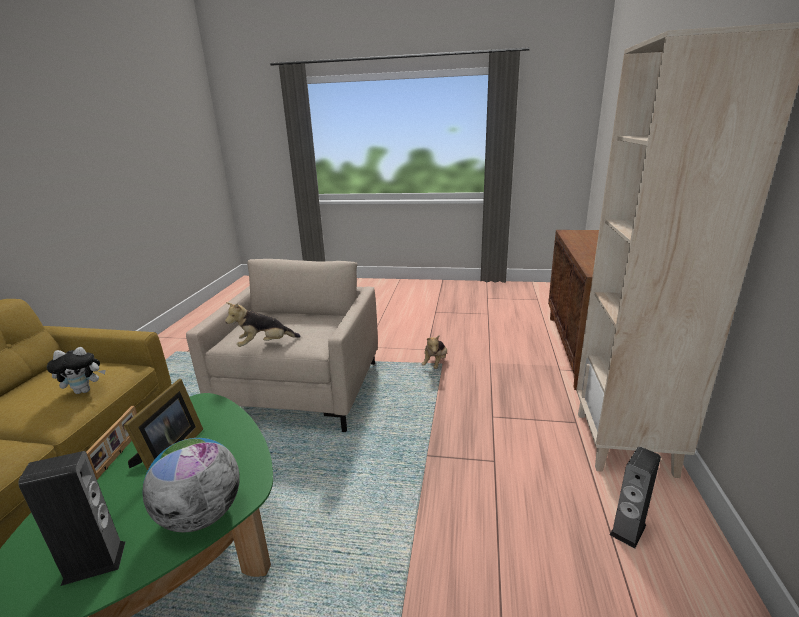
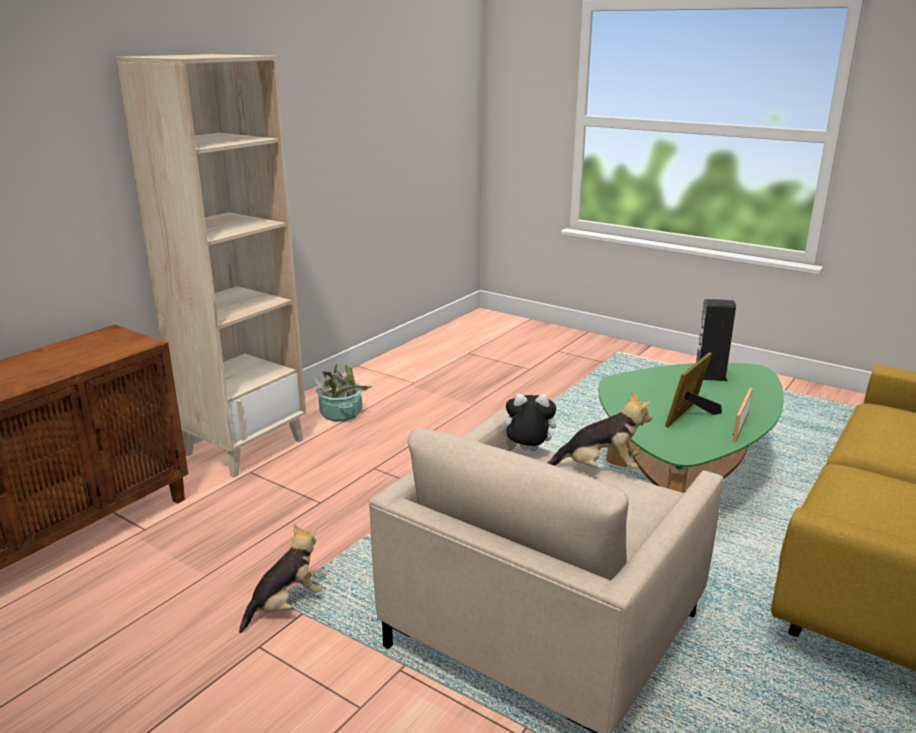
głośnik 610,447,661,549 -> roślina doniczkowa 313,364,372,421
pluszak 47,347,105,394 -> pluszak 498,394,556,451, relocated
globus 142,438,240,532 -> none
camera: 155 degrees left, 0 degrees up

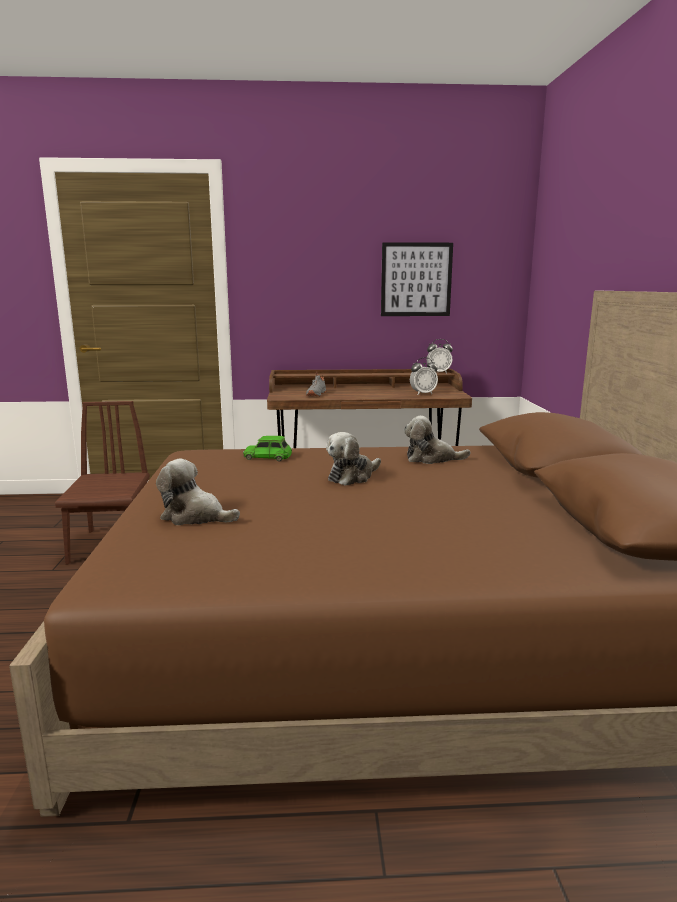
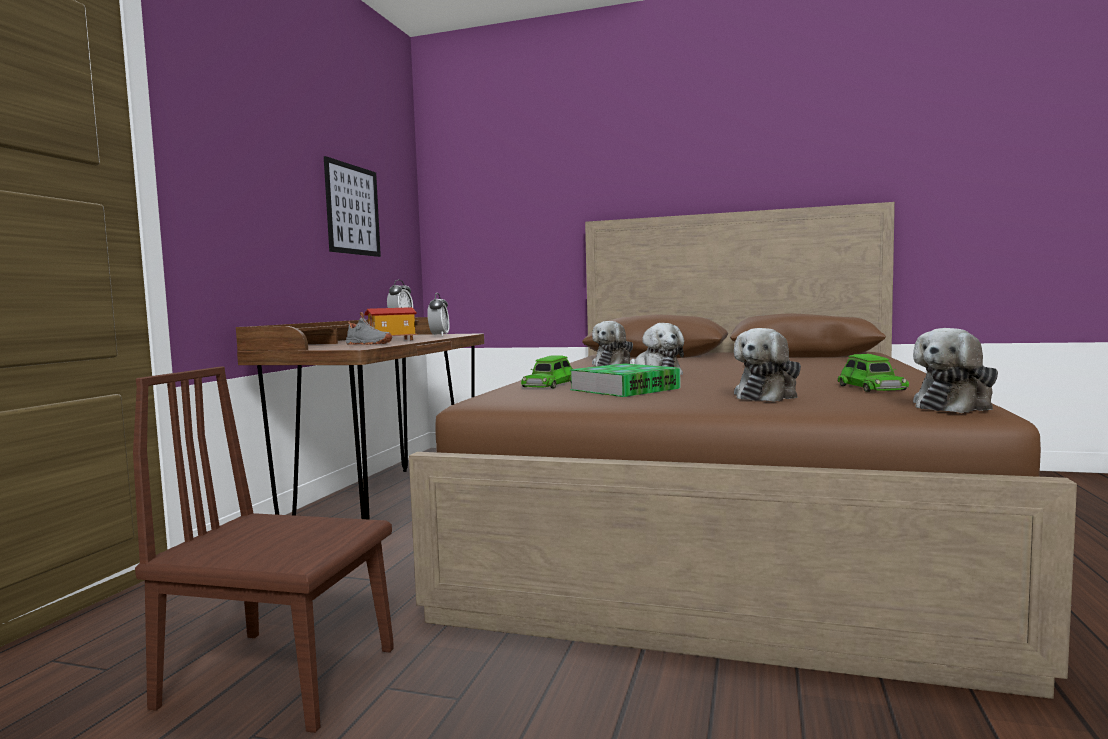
none -> domek 364,307,418,340
none -> książka 569,363,680,397
none -> samochodzik [zielony] 838,354,909,392
none -> pluszak 913,328,998,413
camera: 70 degrees left, 10 degrees down

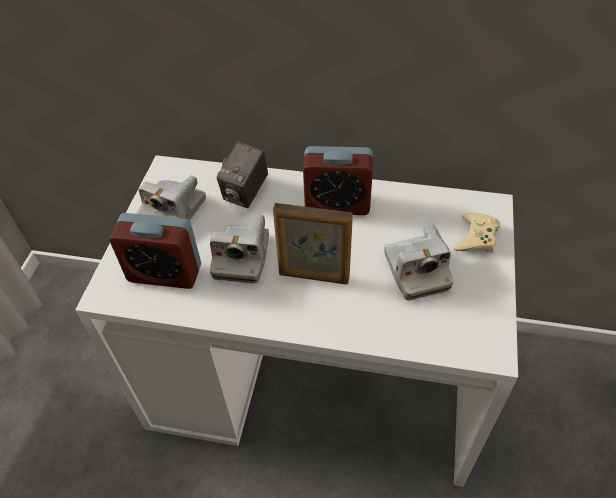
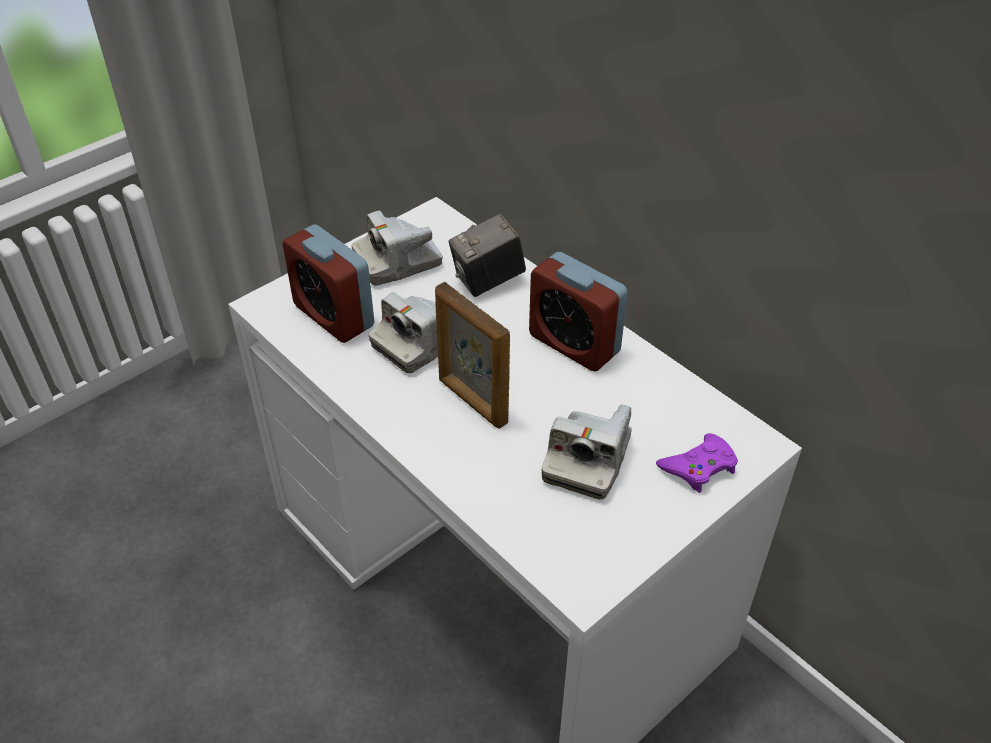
pad do gier [beżowy] 454,213,500,253 -> pad do gier [fioletowy] 656,433,738,493
camera: 35 degrees right, 5 degrees down

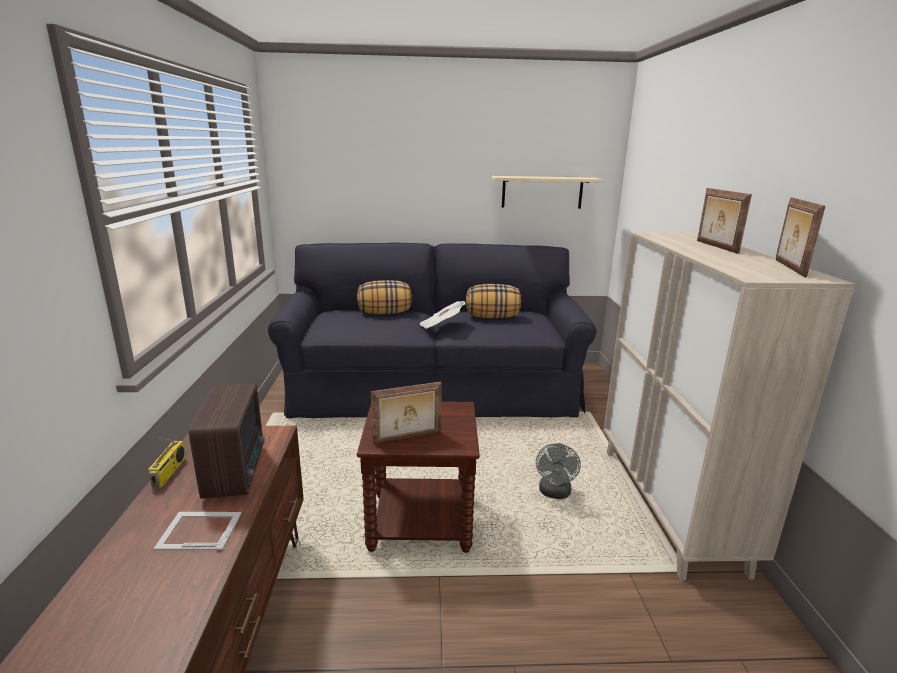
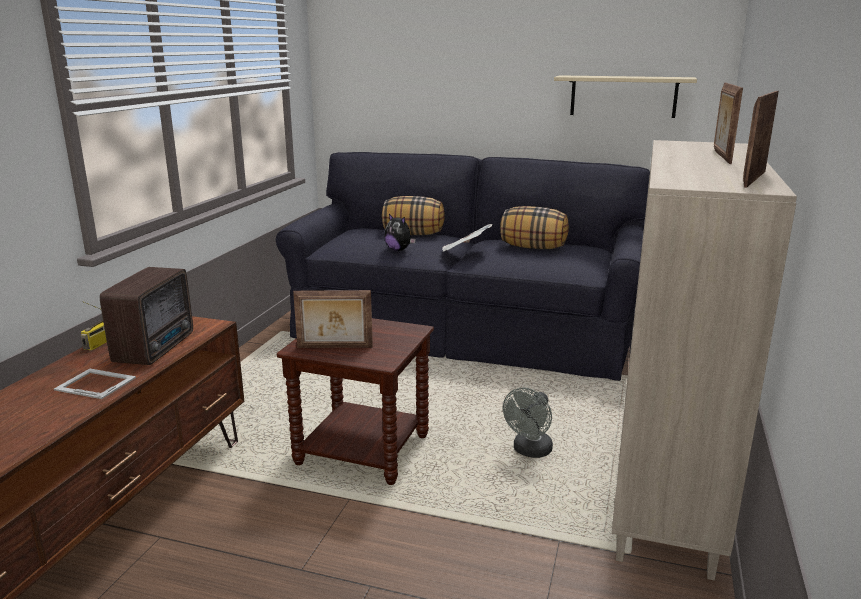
none -> pluszak 384,214,416,251
camera: 20 degrees right, 0 degrees up

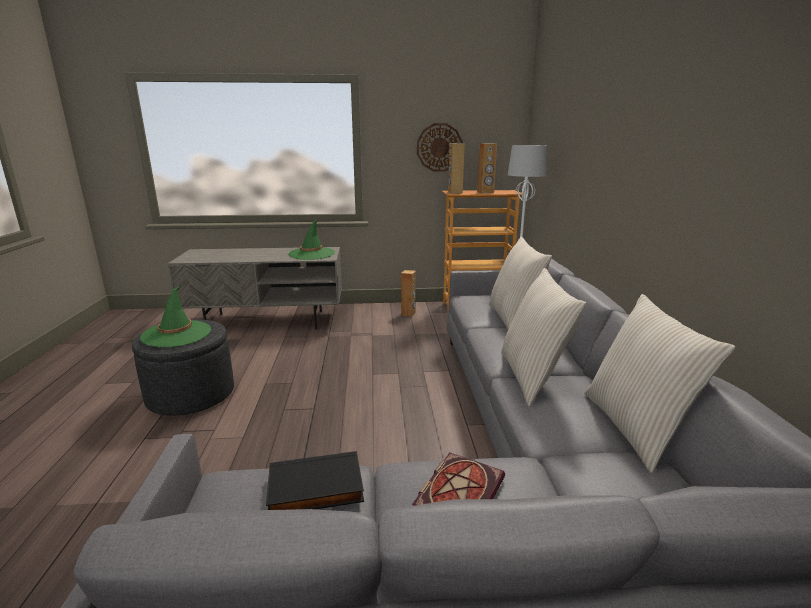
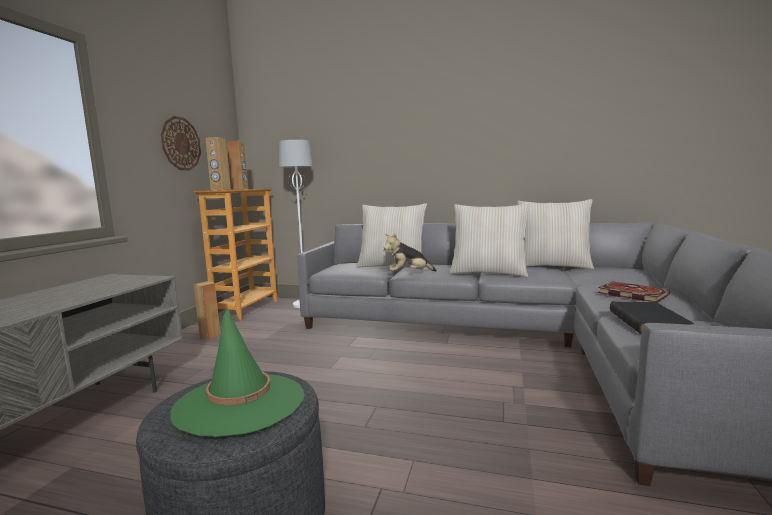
none -> pluszak 384,233,437,271
kapelusz [zielony] 289,220,335,260 -> none
camera: 70 degrees left, 10 degrees down

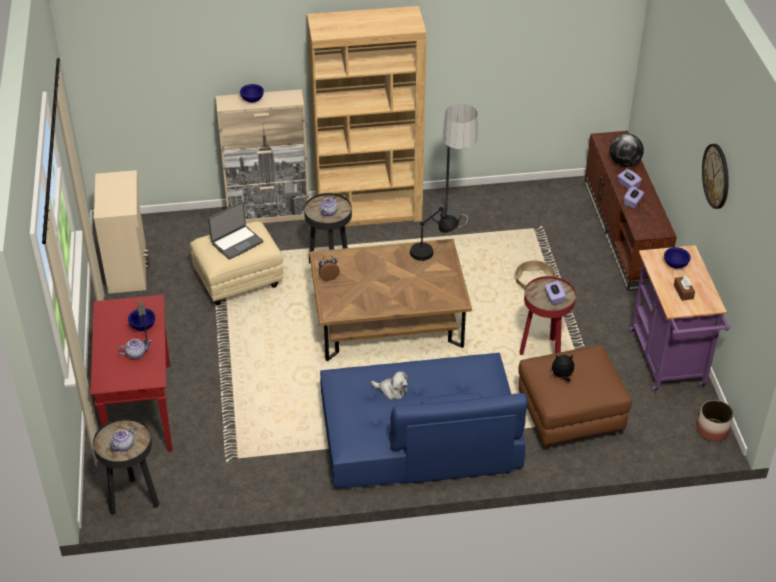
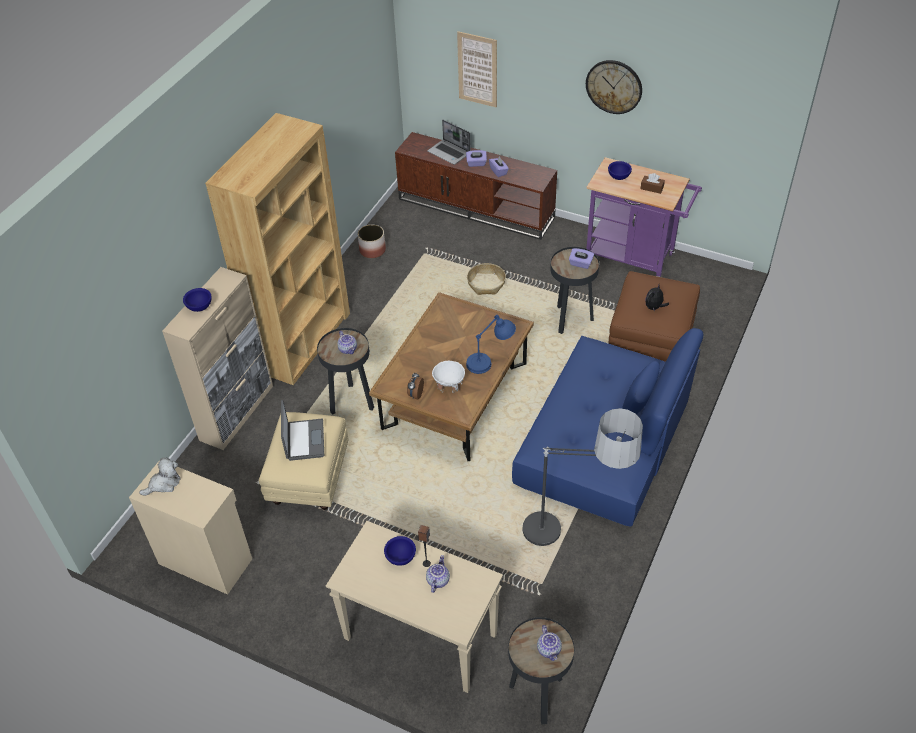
pluszak 371,371,408,400 -> pluszak 139,457,181,496, relocated
stolik konsolowy [czerwony] 90,295,172,452 -> stolik konsolowy [beżowy] 326,521,503,693
donica 697,400,734,442 -> donica 358,225,386,258, relocated
globus 610,134,644,167 -> laptop 427,120,471,165
none -> miska [biały] 432,361,465,393
none -> obraz 457,31,497,107
none -> lampa stołowa [niebieski] 466,315,516,374
lampa stojąca 431,104,478,227 -> lampa stojąca 522,408,643,546, relocated
stolik [czerwony] 520,276,576,355 -> stolik [czarny] 550,247,599,334
lampa stołowa [czarny] 410,207,459,261 -> none
camera: 55 degrees left, 5 degrees up

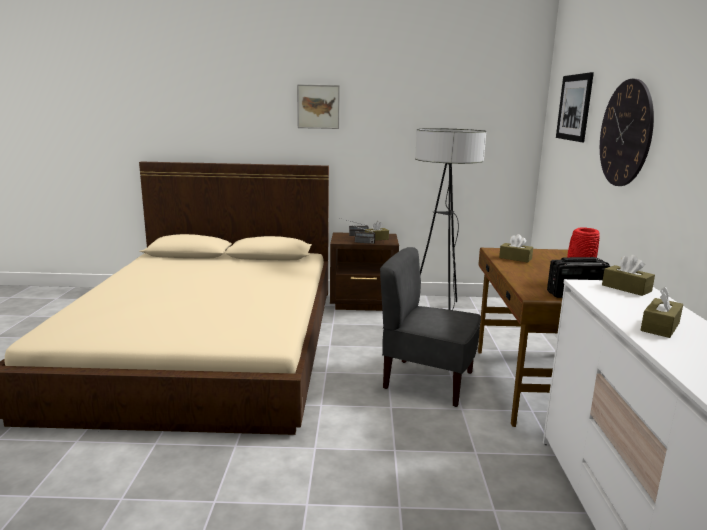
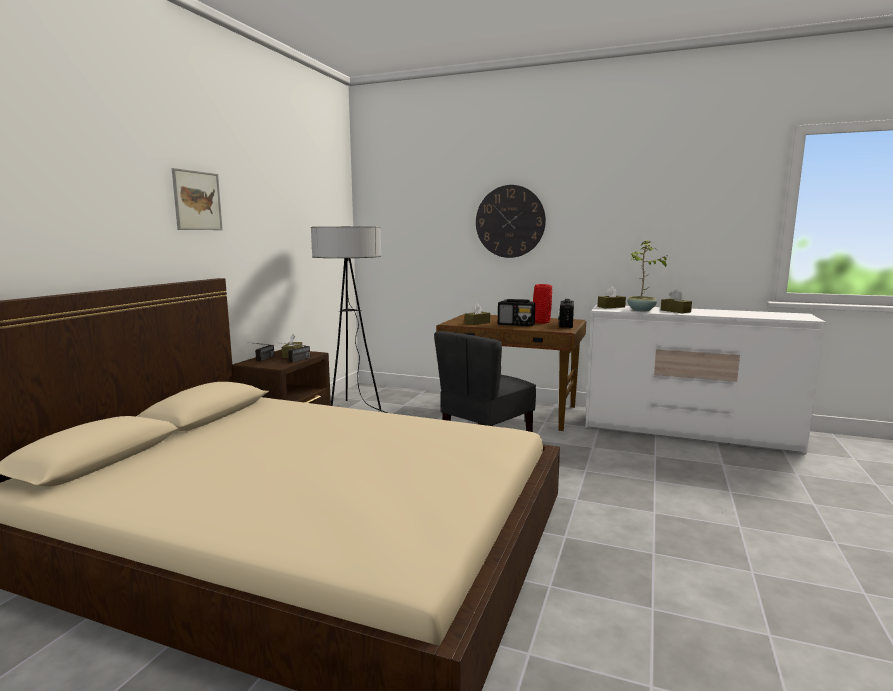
none -> radio 498,299,535,326
none -> roślina doniczkowa 627,240,671,311
obraz 556,72,594,142 -> none
camera: 70 degrees left, 5 degrees down

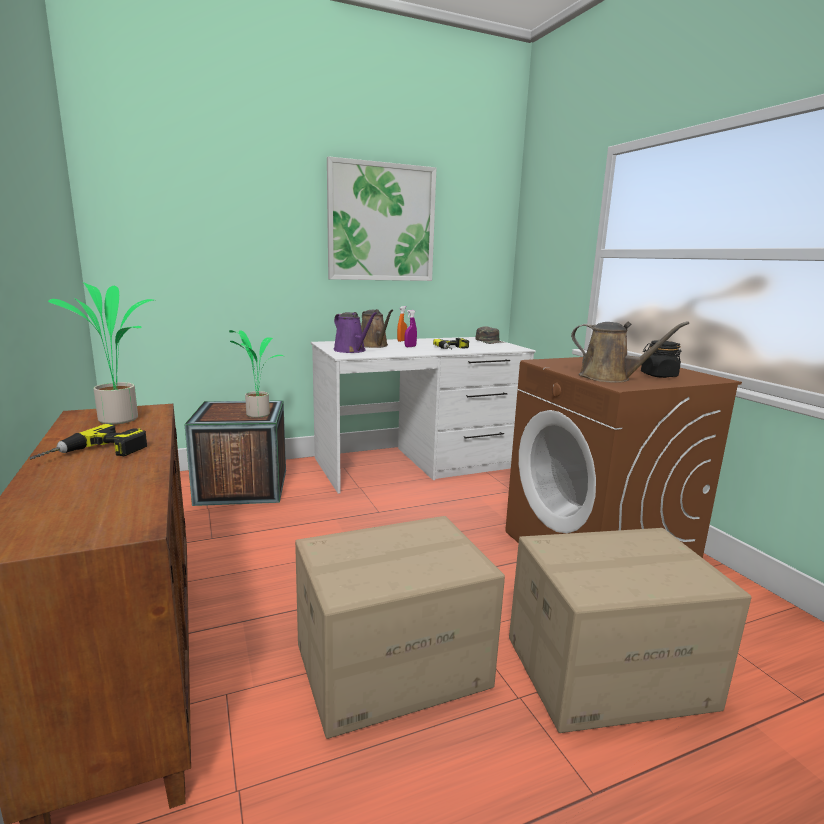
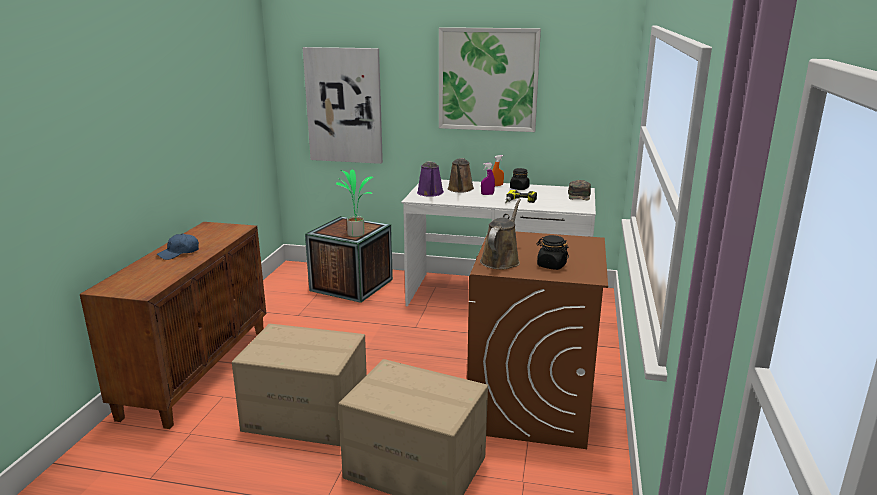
wiertarka 29,424,147,460 -> czapka z daszkiem [niebieski] 157,234,199,260
none -> obraz 303,47,383,164
konewka [brązowy] 571,321,689,383 -> konewka [brązowy] 480,199,521,269, 135 degrees counterclockwise
none -> słoik [czarny] 510,168,530,190
roślina doniczkowa 48,282,157,424 -> none
camera: 35 degrees right, 5 degrees up

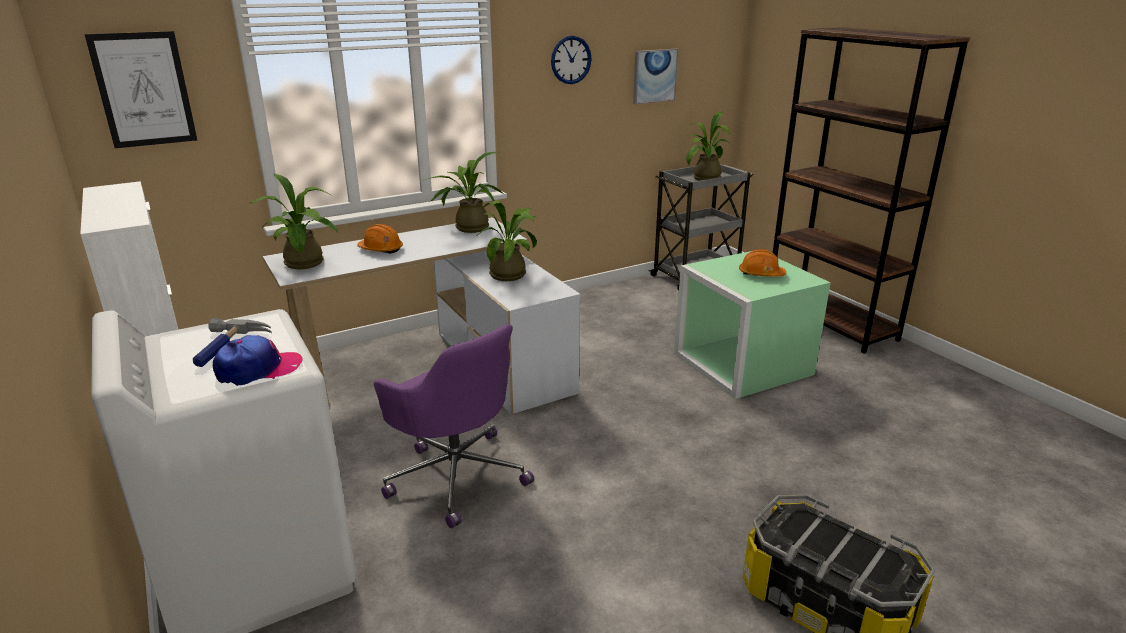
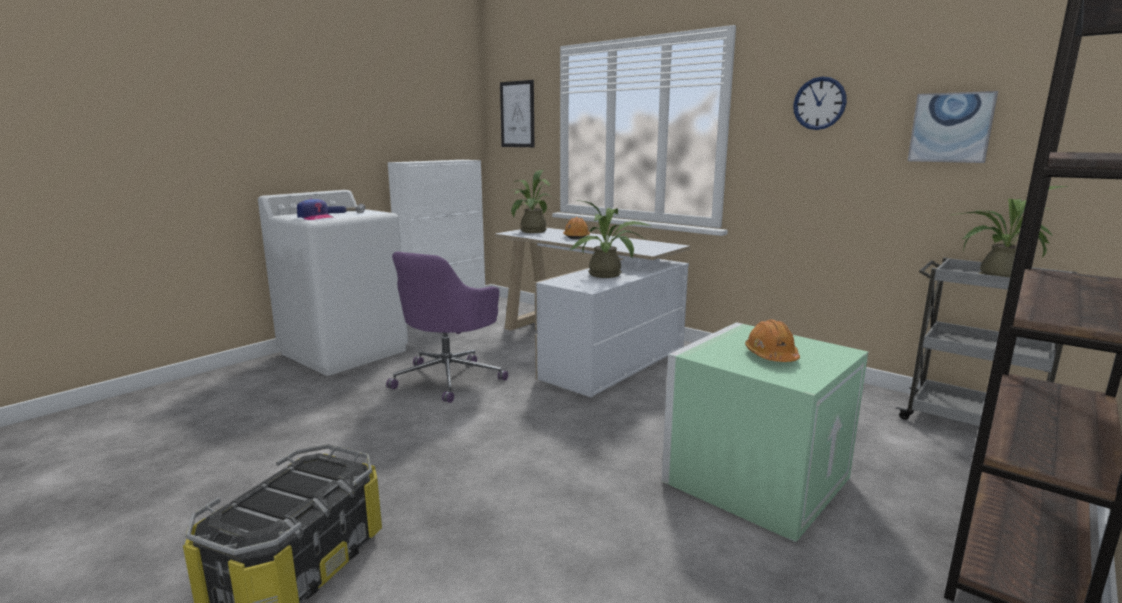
roślina doniczkowa 425,152,504,233 -> none
camera: 70 degrees right, 10 degrees down

